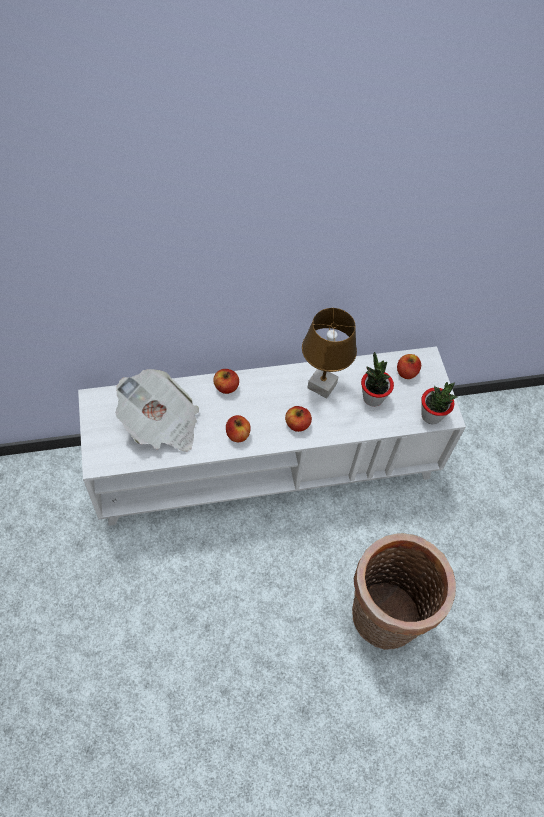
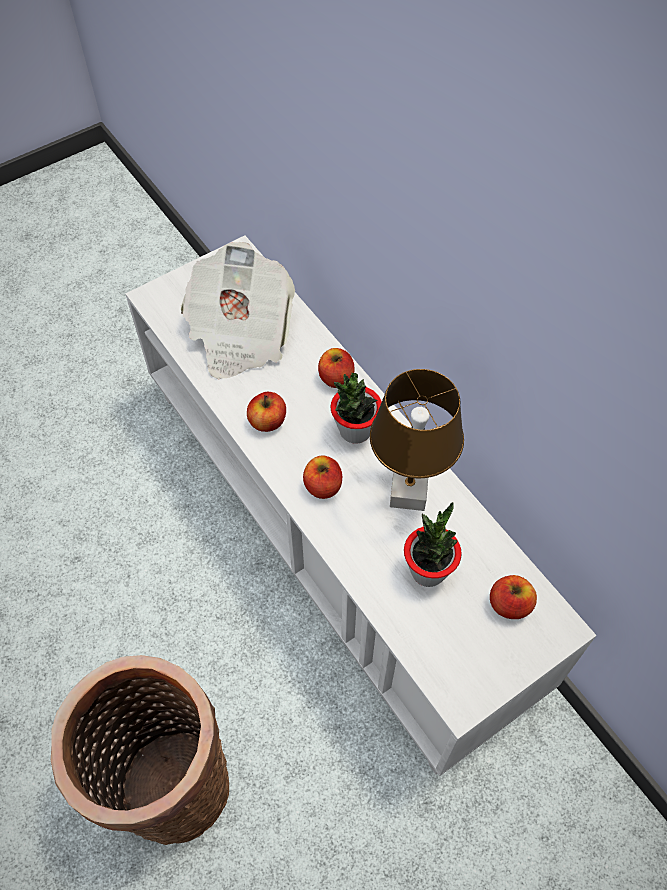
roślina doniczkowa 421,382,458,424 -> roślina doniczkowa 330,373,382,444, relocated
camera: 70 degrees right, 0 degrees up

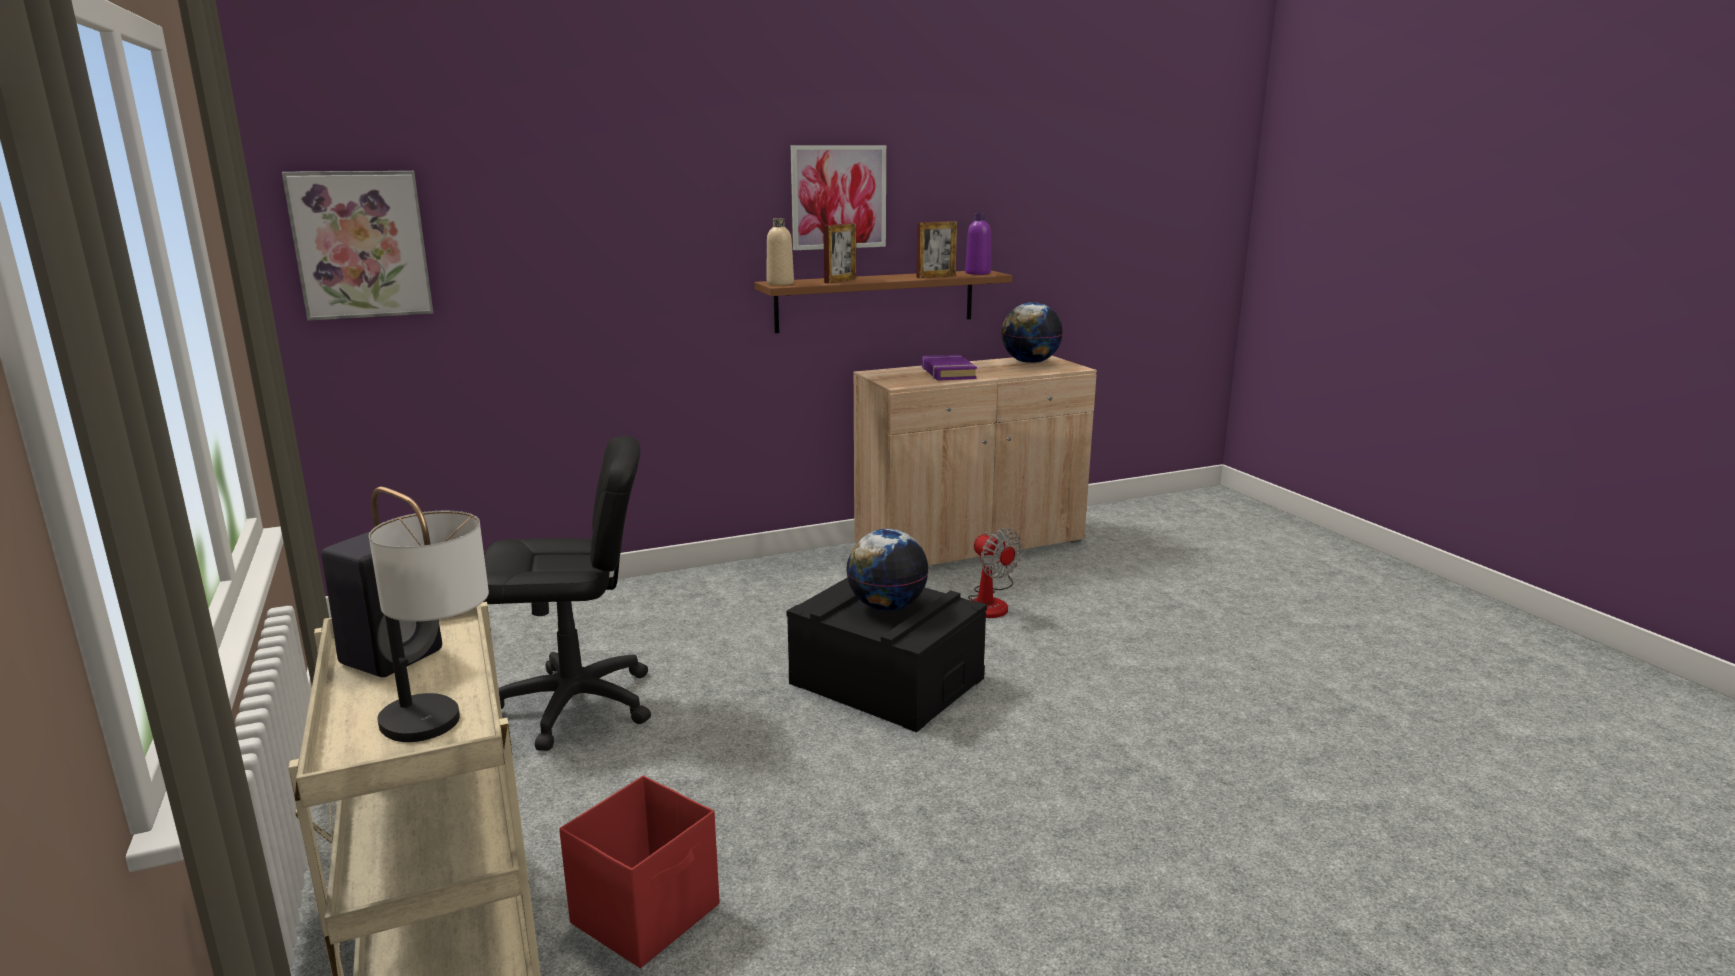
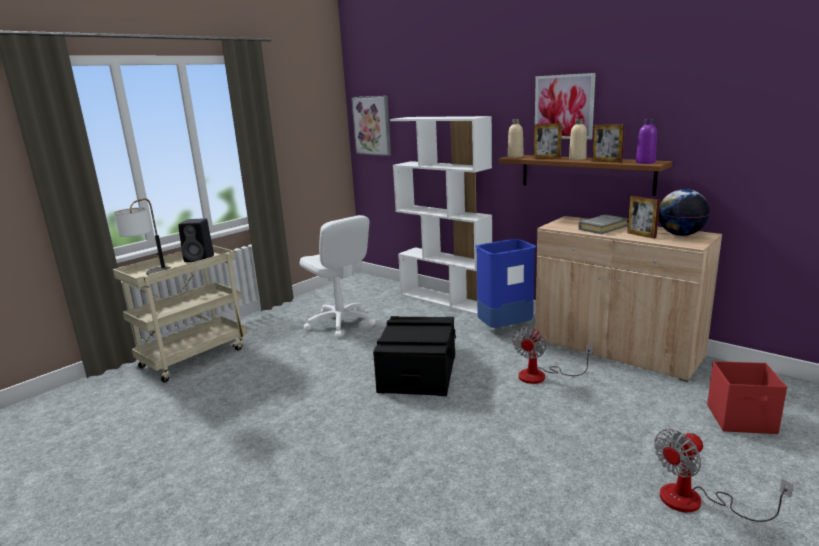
krzesło biurowe [czarny] 484,436,651,751 -> krzesło biurowe [biały] 300,215,376,338
none -> regał [biały] 390,116,492,315
none -> kosz na śmieci [niebieski] 475,239,536,328
none -> butelka [beżowy] 569,119,587,160
książka [fioletowy] 922,355,977,381 -> książka [szary] 578,215,628,234
none -> ramka na zdjęcie 627,196,660,239
none -> wentylator 654,429,794,522
pojemnik do przechowywania [czerwony] 559,776,719,968 -> pojemnik do przechowywania [czerwony] 707,361,787,434, relocated
globus 846,529,928,611 -> none
camera: 65 degrees right, 0 degrees up

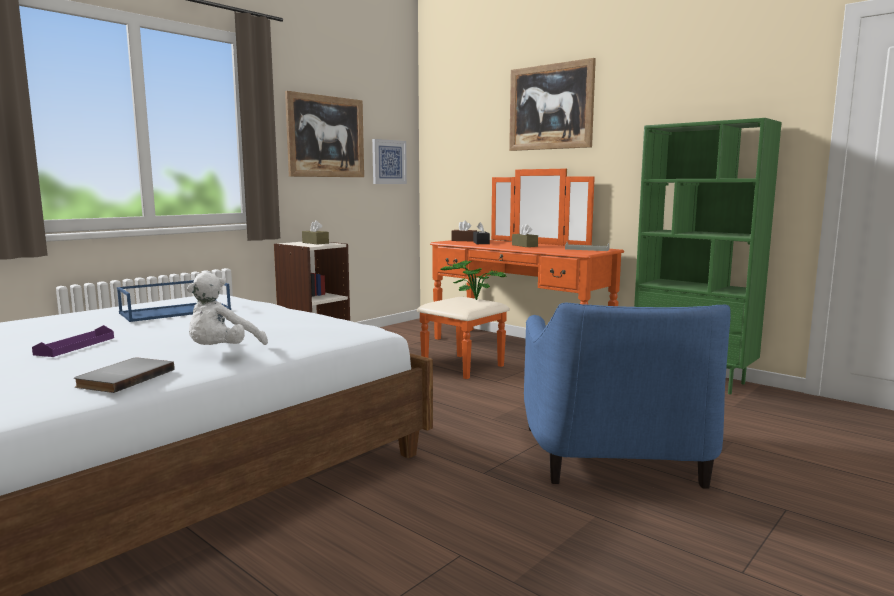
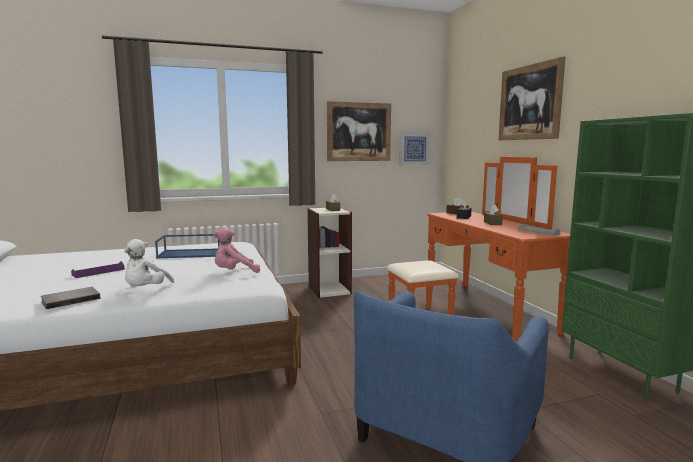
pluszak [biały] 187,272,268,345 -> pluszak [biały] 124,239,175,286, 45 degrees counterclockwise
none -> pluszak [różowy] 213,227,260,273
roślina doniczkowa 441,260,506,300 -> none
camera: 30 degrees right, 0 degrees up

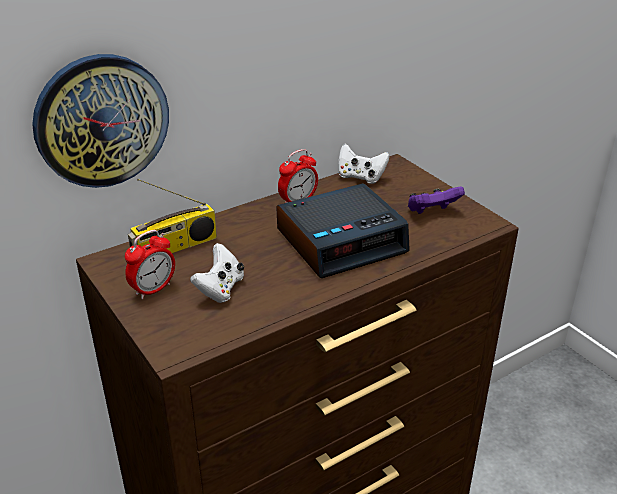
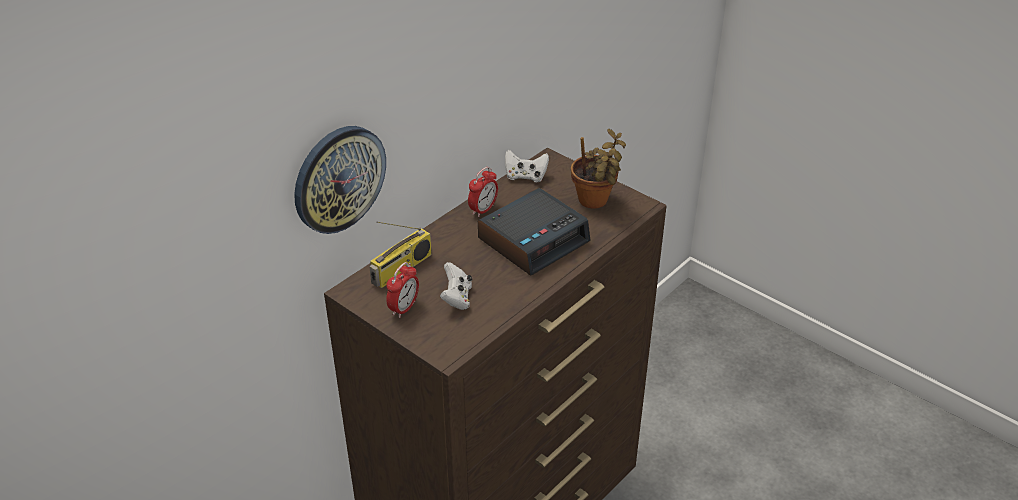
pad do gier [fioletowy] 408,186,465,214 -> roślina doniczkowa 571,129,626,208
camera: 15 degrees left, 5 degrees up

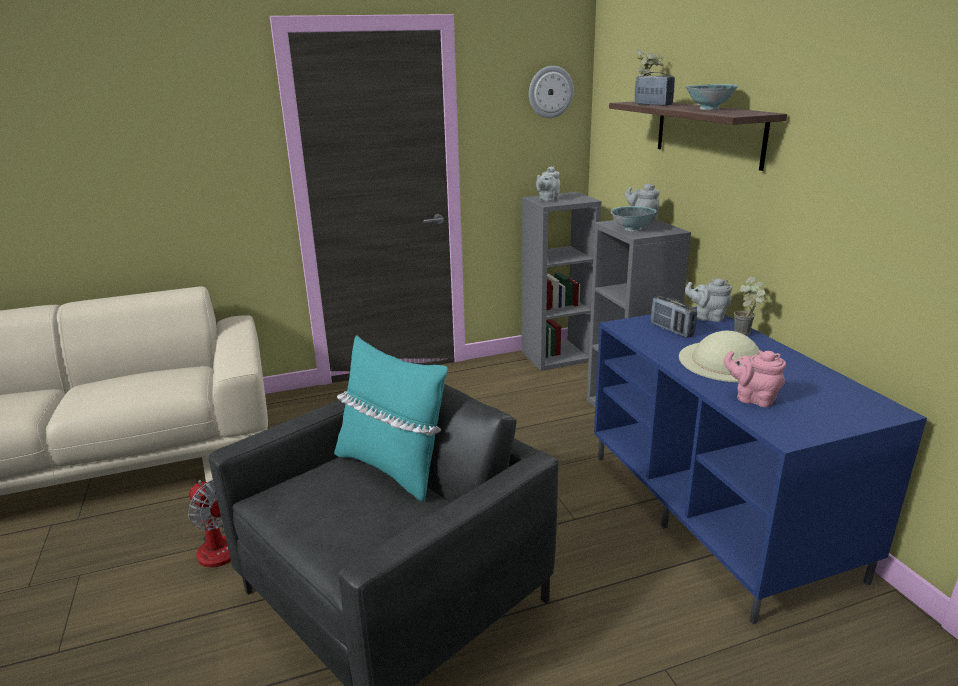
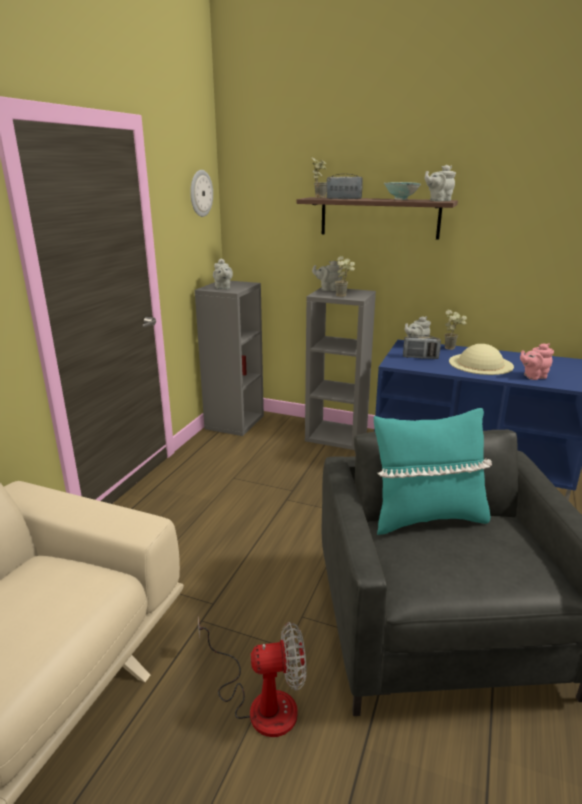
miska 611,206,656,232 -> roślina doniczkowa 335,256,355,297
none -> imbryk [szary] 425,165,456,202
camera: 50 degrees left, 0 degrees up

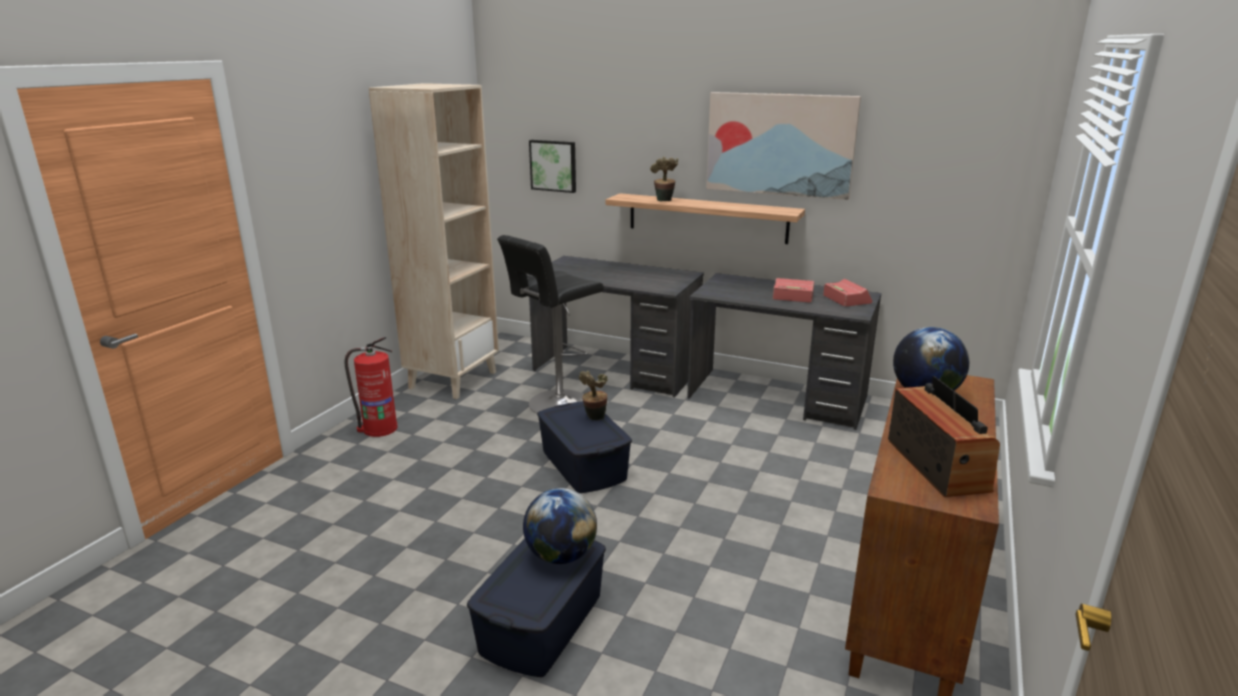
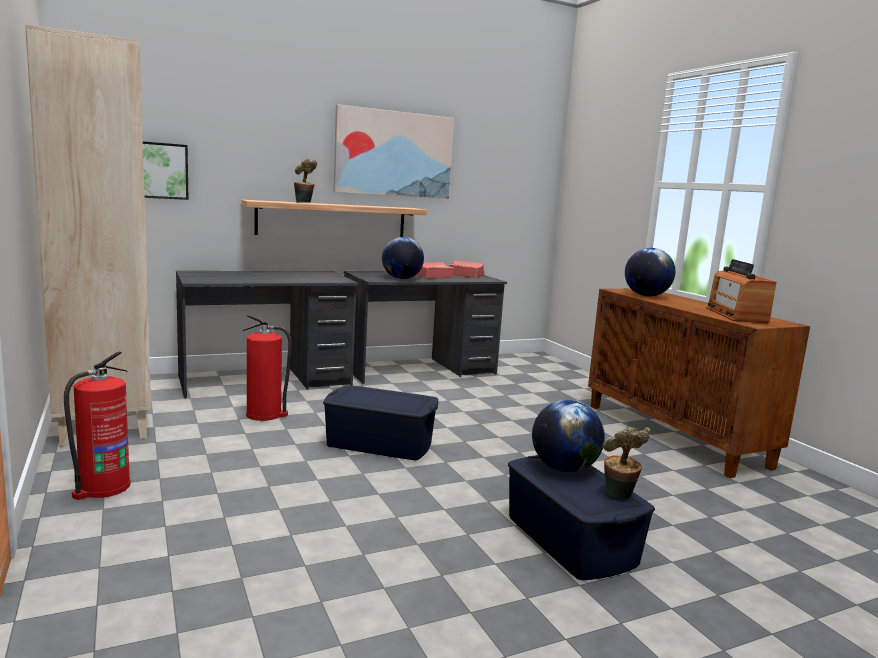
stołek [czarny] 497,235,604,414 -> gaśnica 242,315,292,421
none -> globus 382,237,424,279
roślina doniczkowa 579,371,608,420 -> roślina doniczkowa 602,427,651,499, relocated
radio 888,376,1000,497 -> radio 706,259,777,323, 120 degrees counterclockwise
camera: 50 degrees left, 10 degrees down

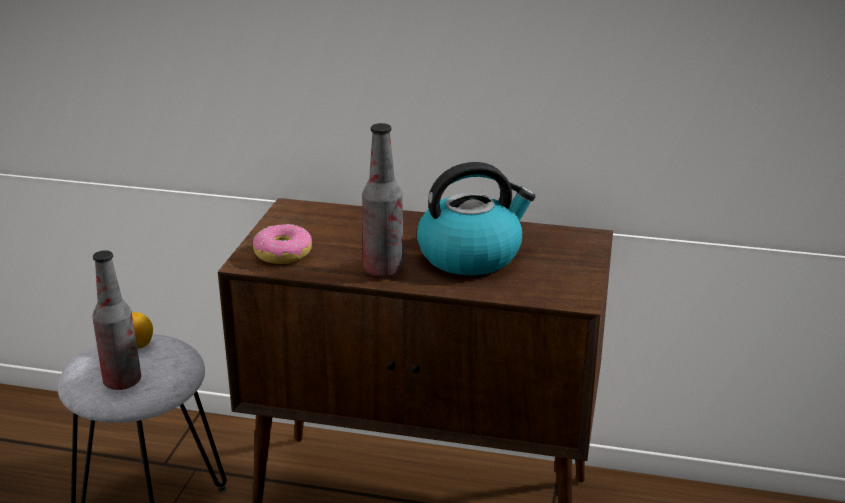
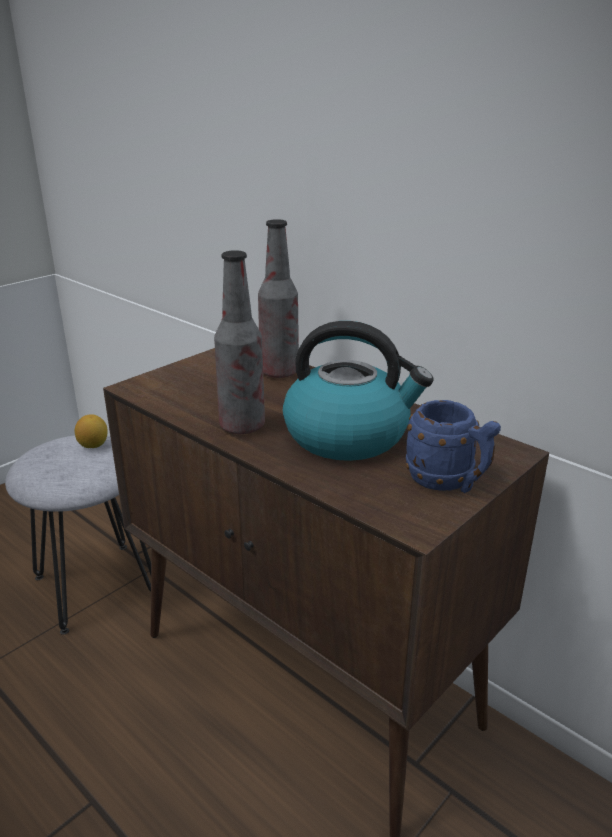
butelka 92,250,141,390 -> butelka 258,219,299,378, relocated
none -> kubek [niebieski] 406,400,501,493
donut 253,224,312,264 -> none
camera: 30 degrees right, 0 degrees up

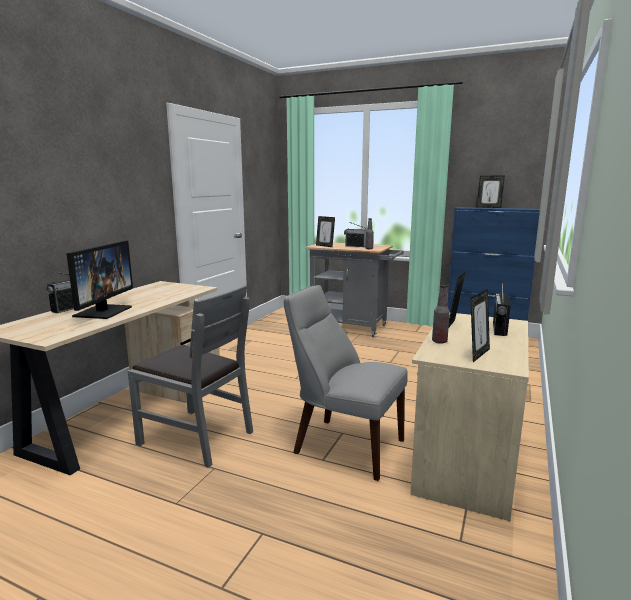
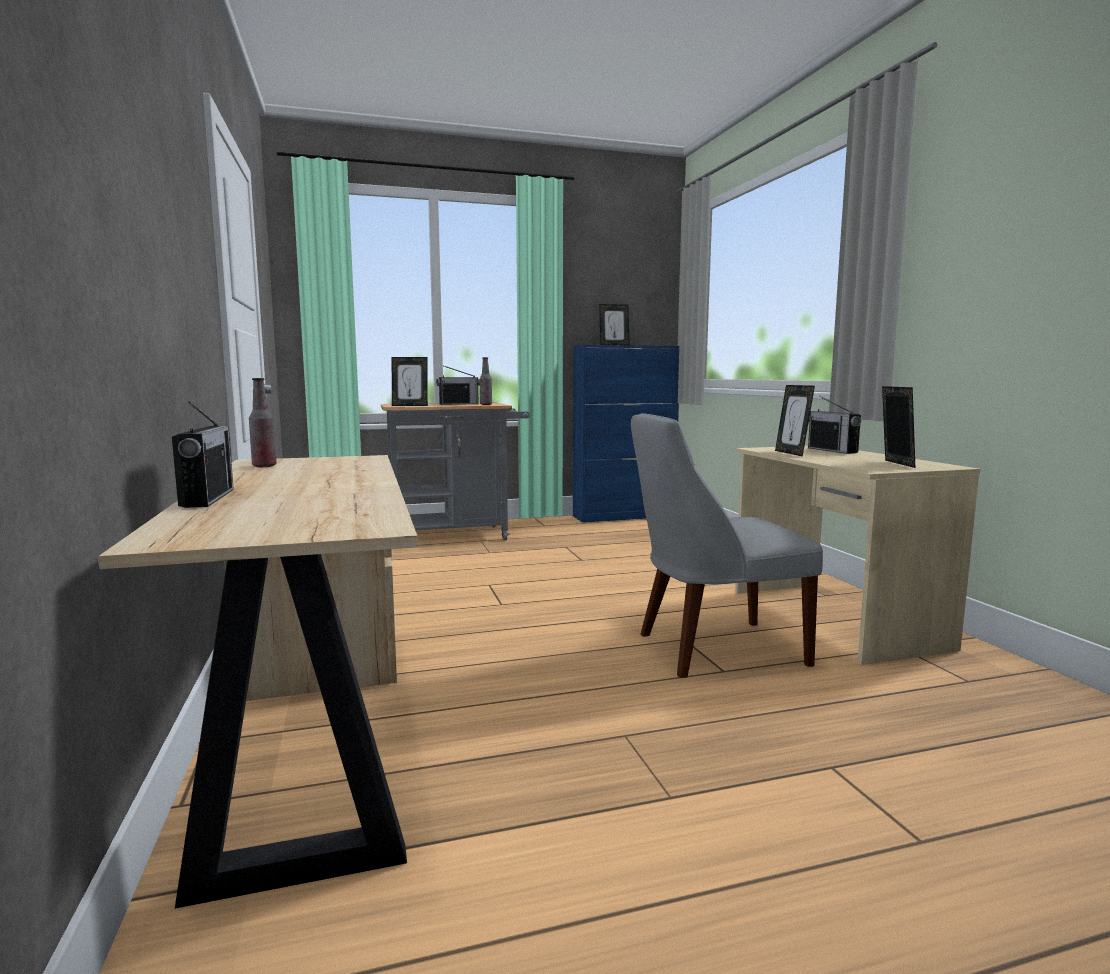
butelka 432,285,450,344 -> butelka 249,378,277,467, relocated
monitor 66,241,133,319 -> none
krzesło [szary] 128,285,253,468 -> none
camera: 40 degrees left, 5 degrees down

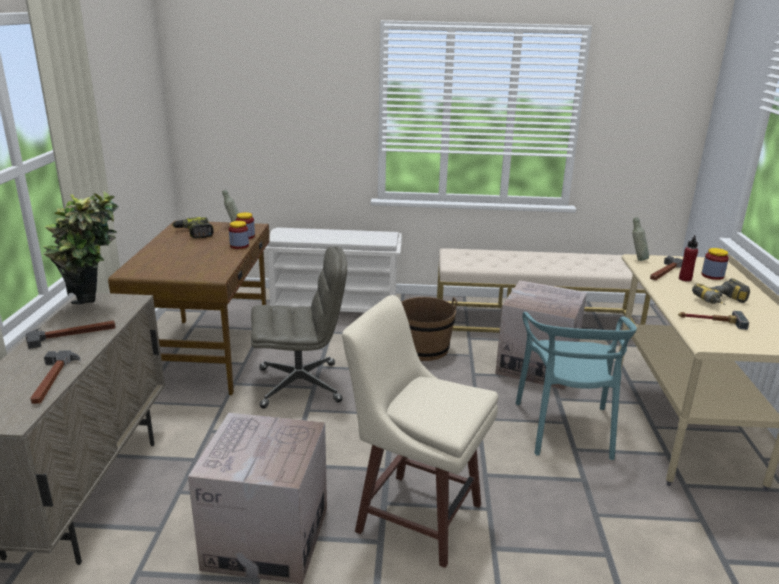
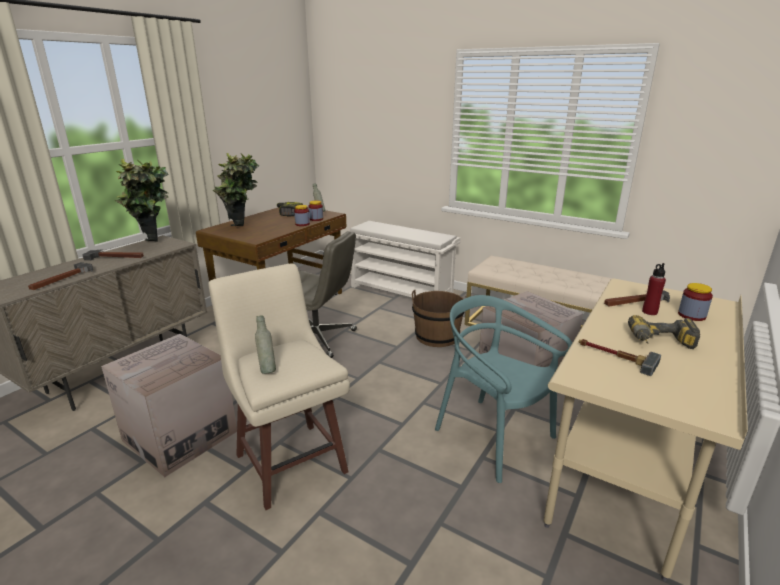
none -> roślina doniczkowa 213,153,259,226
butelka [szary] 632,217,649,261 -> butelka [szary] 255,316,276,374, relocated
krzesło [turkusowy] 515,312,637,460 -> krzesło [turkusowy] 435,295,572,483, 105 degrees clockwise
camera: 30 degrees right, 0 degrees up

